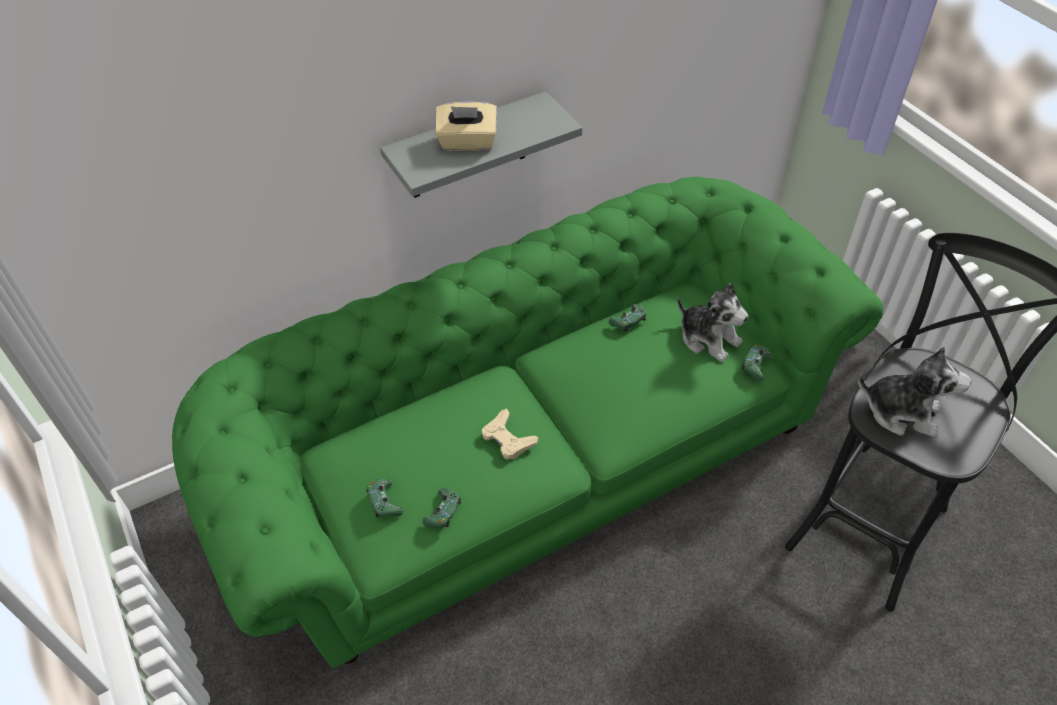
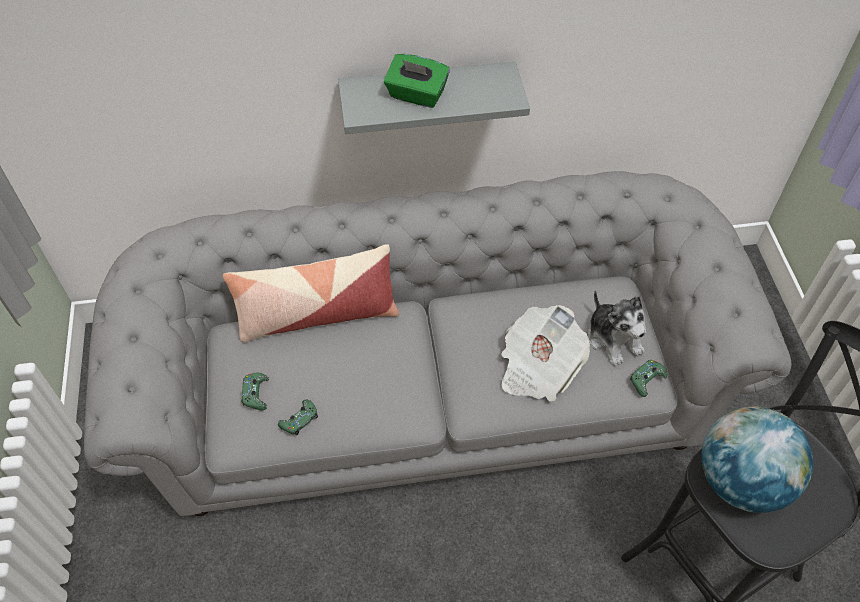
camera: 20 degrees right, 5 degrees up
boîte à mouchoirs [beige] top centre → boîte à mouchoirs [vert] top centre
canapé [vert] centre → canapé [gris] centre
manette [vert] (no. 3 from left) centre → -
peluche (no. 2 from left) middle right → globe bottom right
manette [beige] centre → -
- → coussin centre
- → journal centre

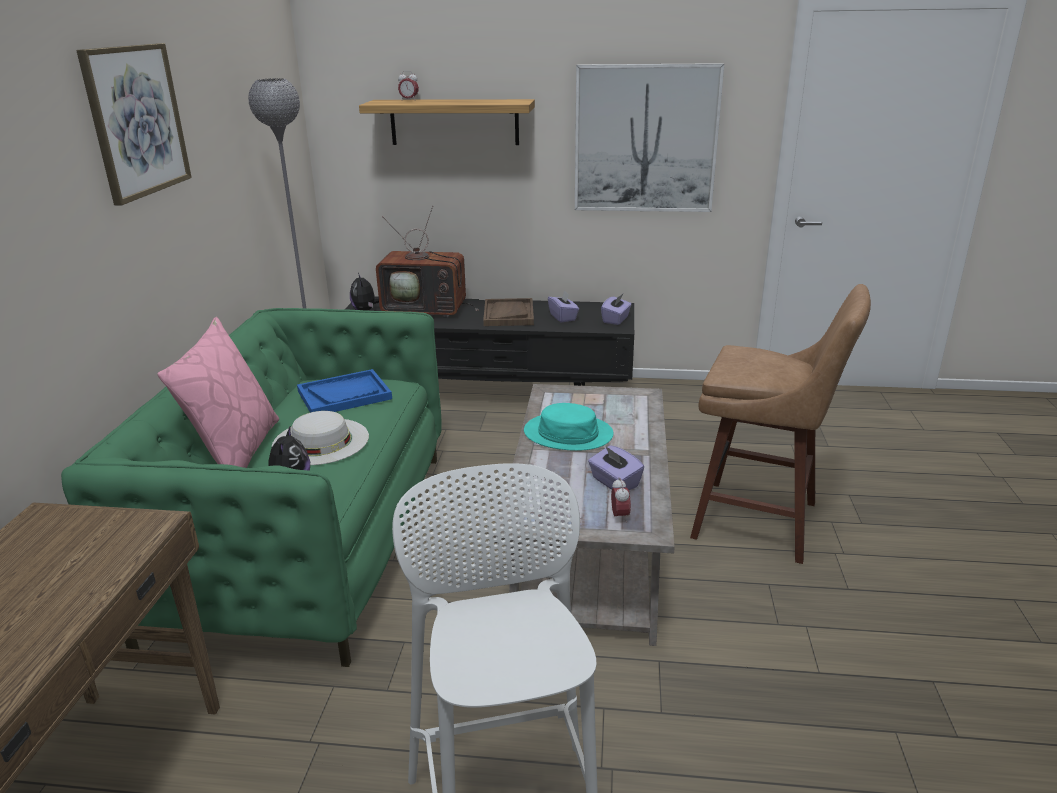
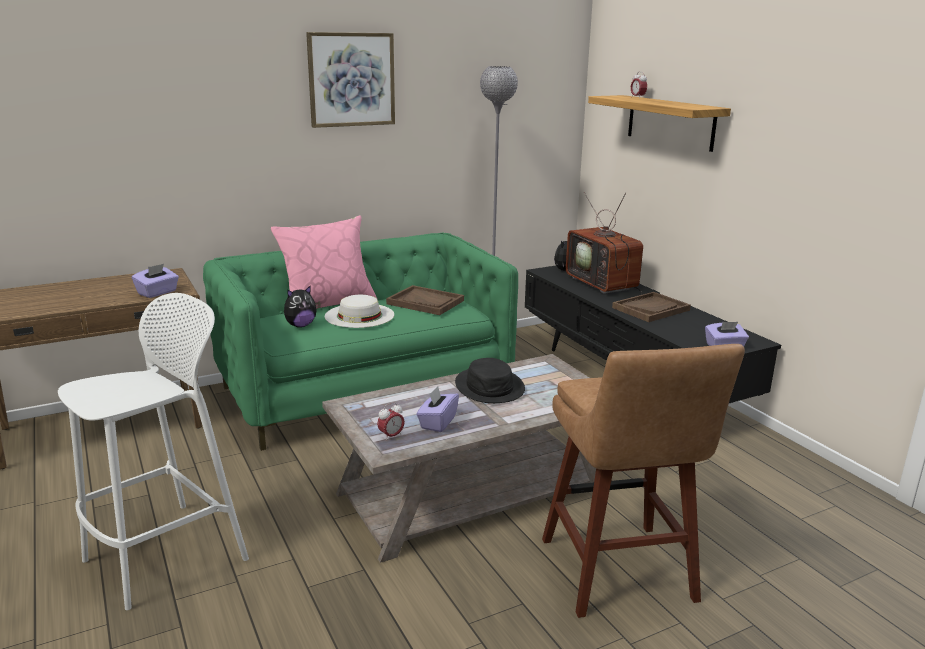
camera: 55 degrees right, 5 degrees down
tableau (no. 2 from left) top centre → -
boîte à mouchoirs [violet] (no. 1 from left) centre → boîte à mouchoirs [violet] (no. 1 from left) middle left, relocated
plateau [bleu] middle left → plateau [marron] (no. 1 from left) centre
chapeau [turquoise] centre → chapeau [noir] centre

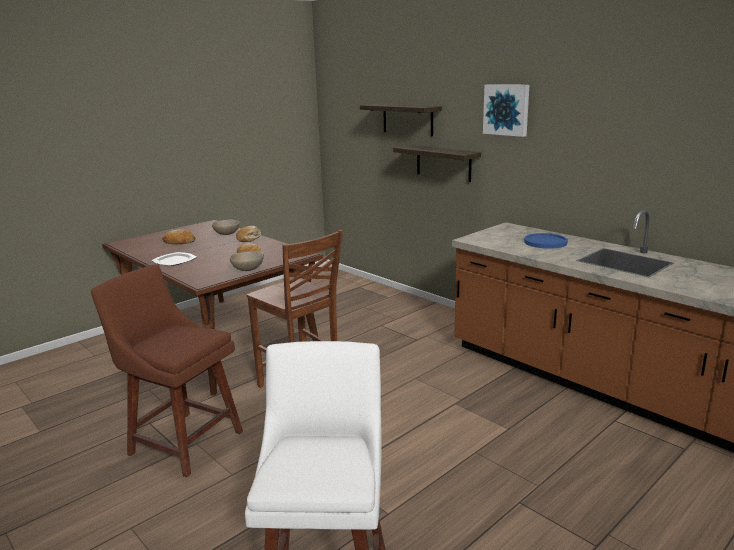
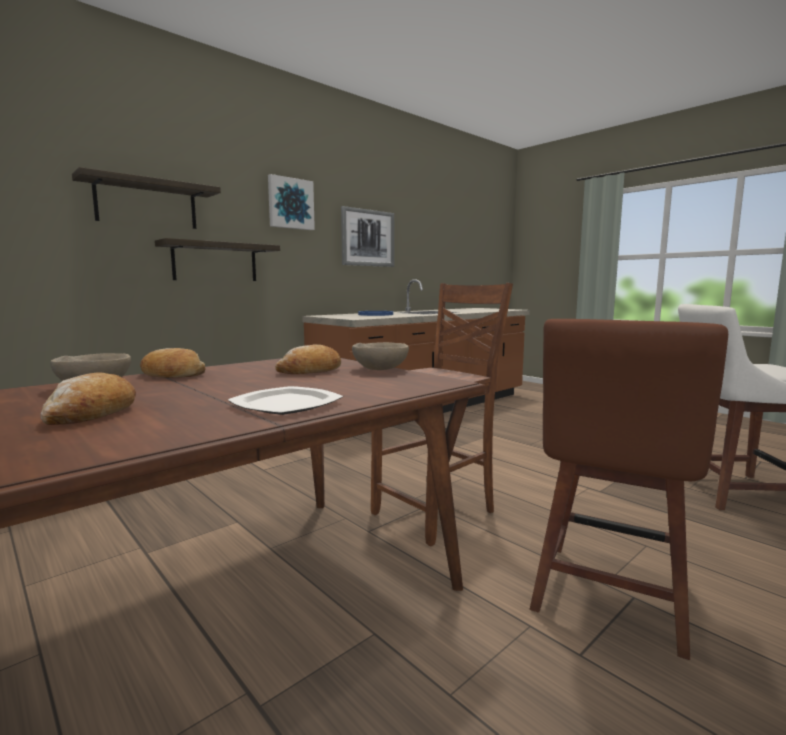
camera: 90 degrees left, 10 degrees down
- → tableau (no. 2 from left) top centre

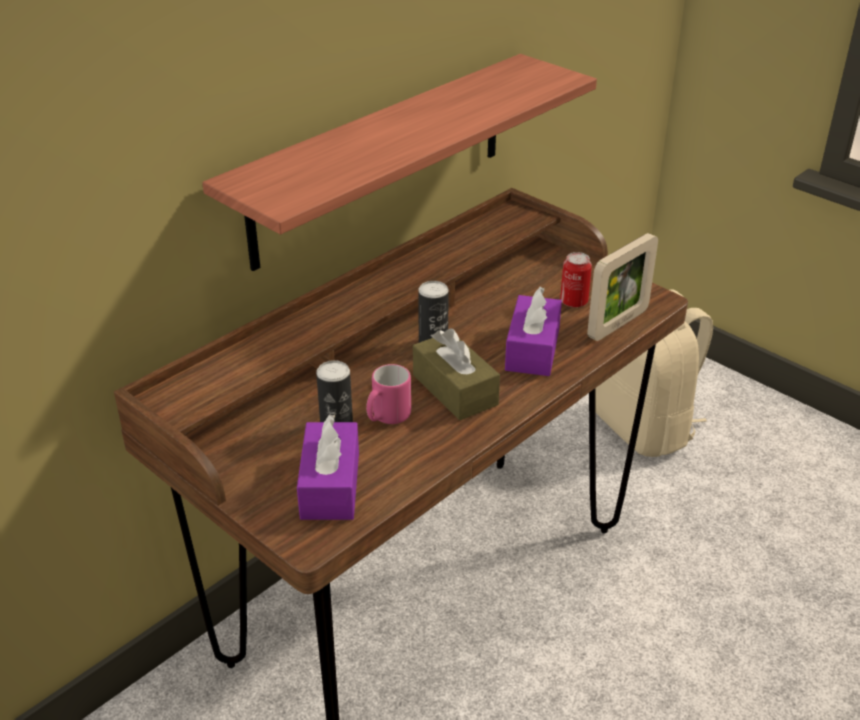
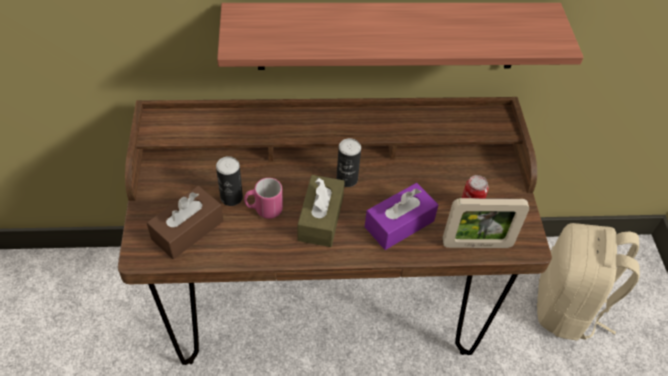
camera: 40 degrees right, 15 degrees up
boîte à mouchoirs [violet] (no. 1 from left) centre → boîte à mouchoirs [marron] (no. 1 from left) middle left

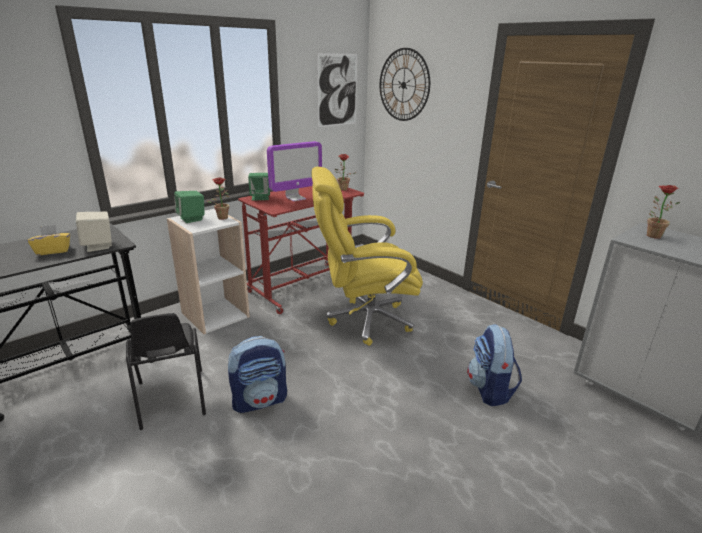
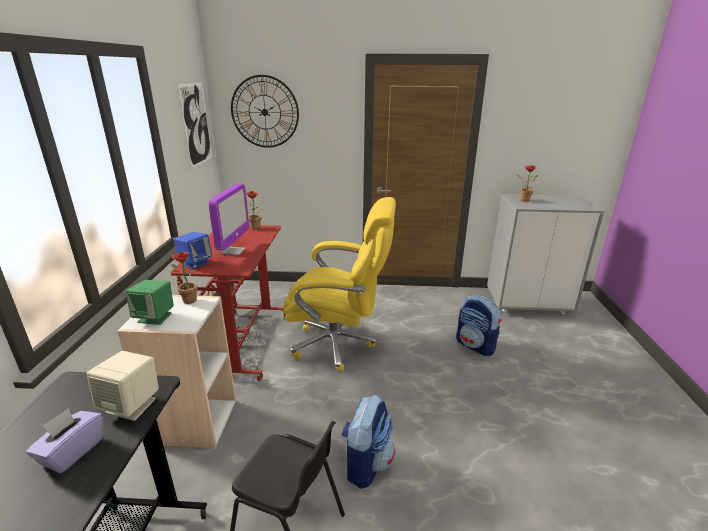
camera: 45 degrees left, 0 degrees up
chaise de bureau [jaune] centre, 120 degrees counterclockwise
enceinte [vert] (no. 2 from left) centre → enceinte [bleu] middle left
boîte à mouchoirs [jaune] middle left → boîte à mouchoirs [violet] bottom left

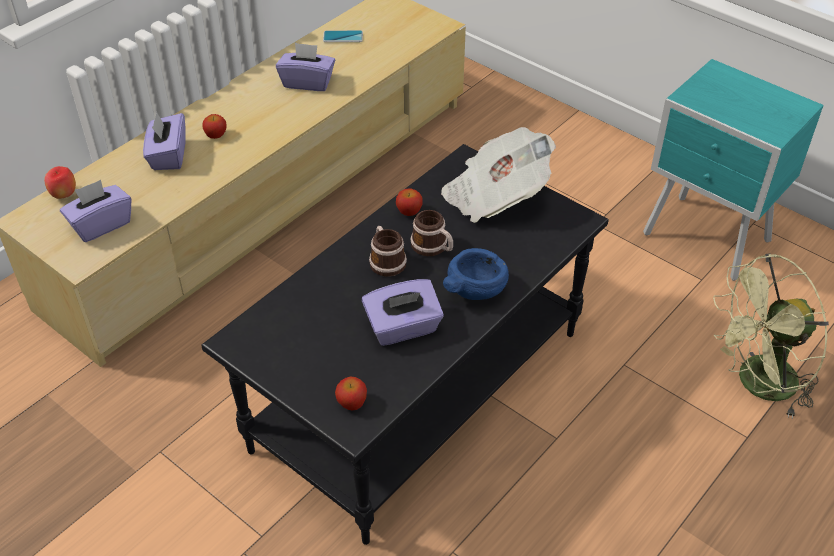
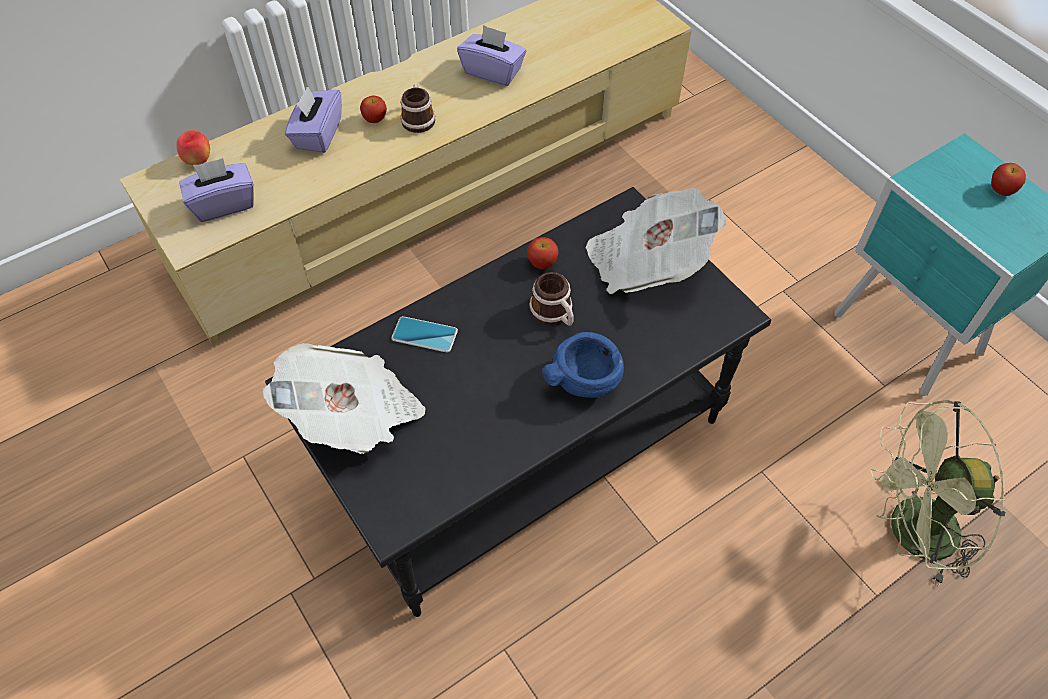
camera: 15 degrees right, 10 degrees up
téléphone top centre → téléphone centre, relocated
mug (no. 1 from left) centre → mug (no. 1 from left) top centre, relocated
boîte à mouchoirs [violet] (no. 4 from left) centre → -
pomme (no. 3 from left in the first image) bottom centre → pomme (no. 4 from left) top right, relocated
- → journal (no. 1 from left) middle left

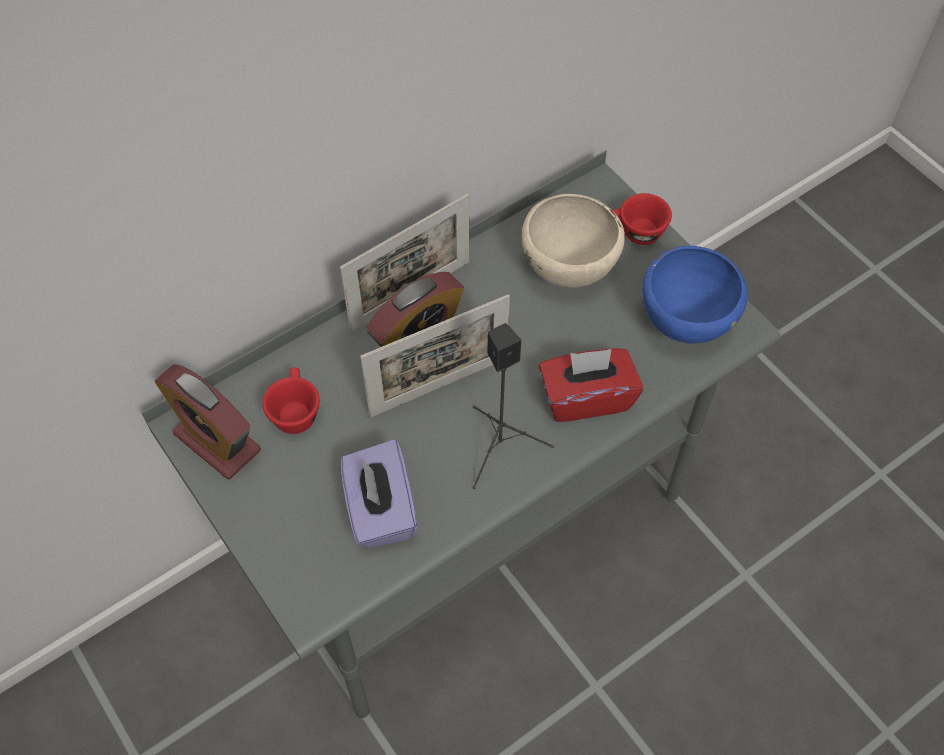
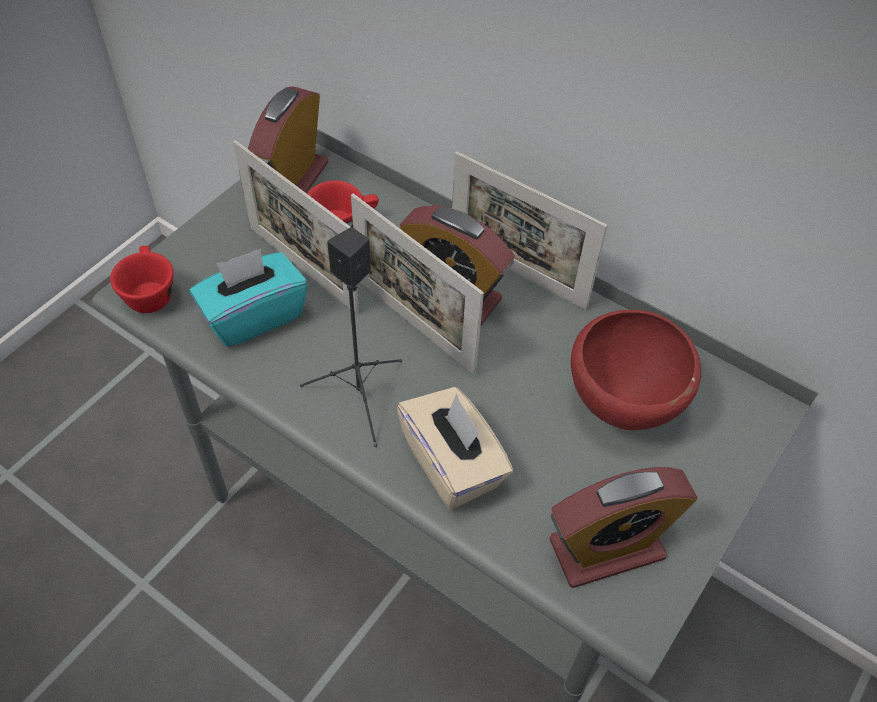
camera: 70 degrees right, 5 degrees down
tasse [rouge] (no. 2 from left in the first image) top right → tasse [rouge] (no. 1 from left) middle left, relocated
bol [beige] top centre → bol [rouge] middle right
bol [bleu] middle right → réveil (no. 3 from left) bottom right
boîte à mouchoirs [rouge] centre → boîte à mouchoirs [beige] centre
boîte à mouchoirs [violet] centre → boîte à mouchoirs [turquoise] middle left
- → cadre photo (no. 1 from left) top centre

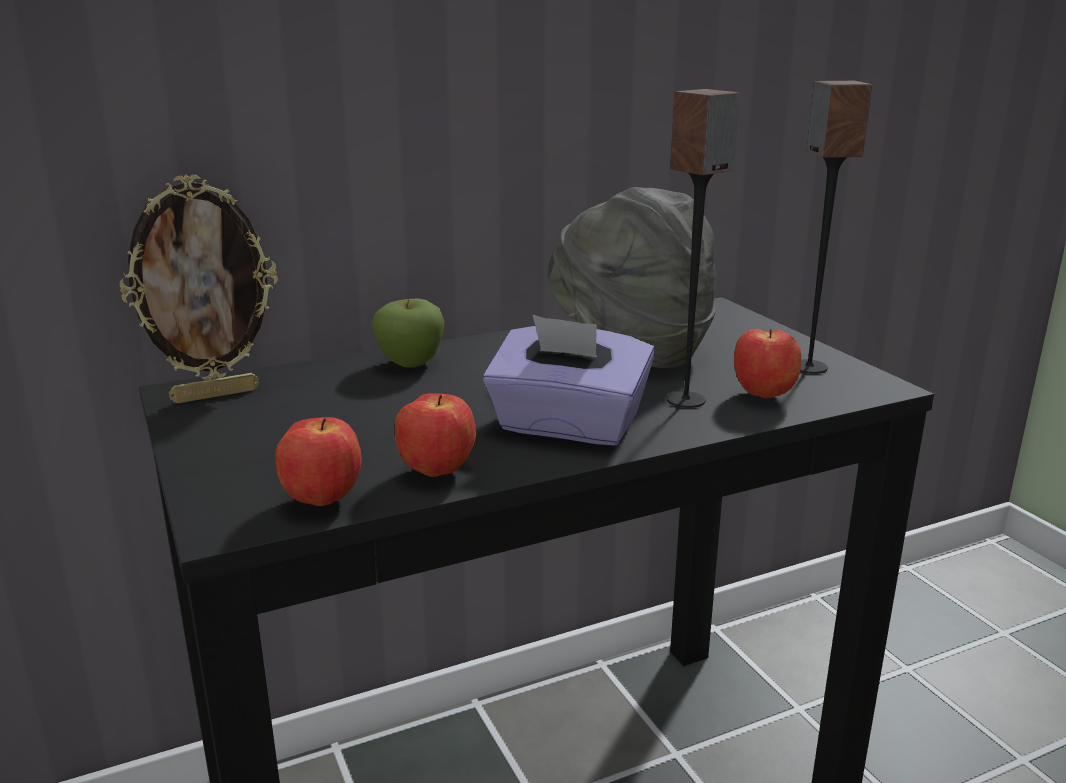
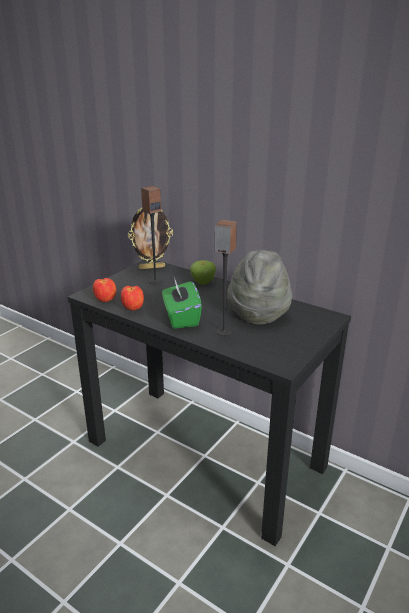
camera: 60 degrees right, 5 degrees up
enceinte (no. 2 from left in the first image) top right → enceinte (no. 1 from left) centre, relocated
cadre photo middle left → cadre photo centre, 45 degrees counterclockwise
boîte à mouchoirs [violet] centre → boîte à mouchoirs [vert] centre
pomme (no. 4 from left) middle right → -

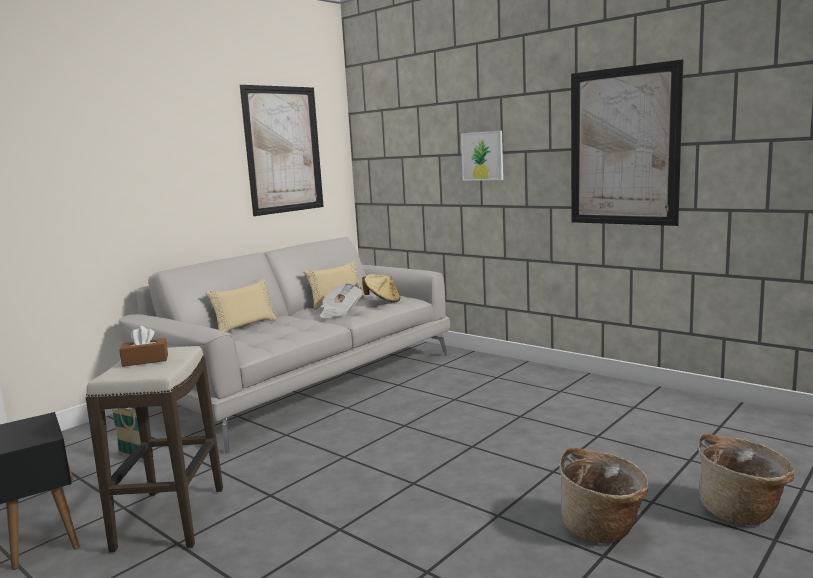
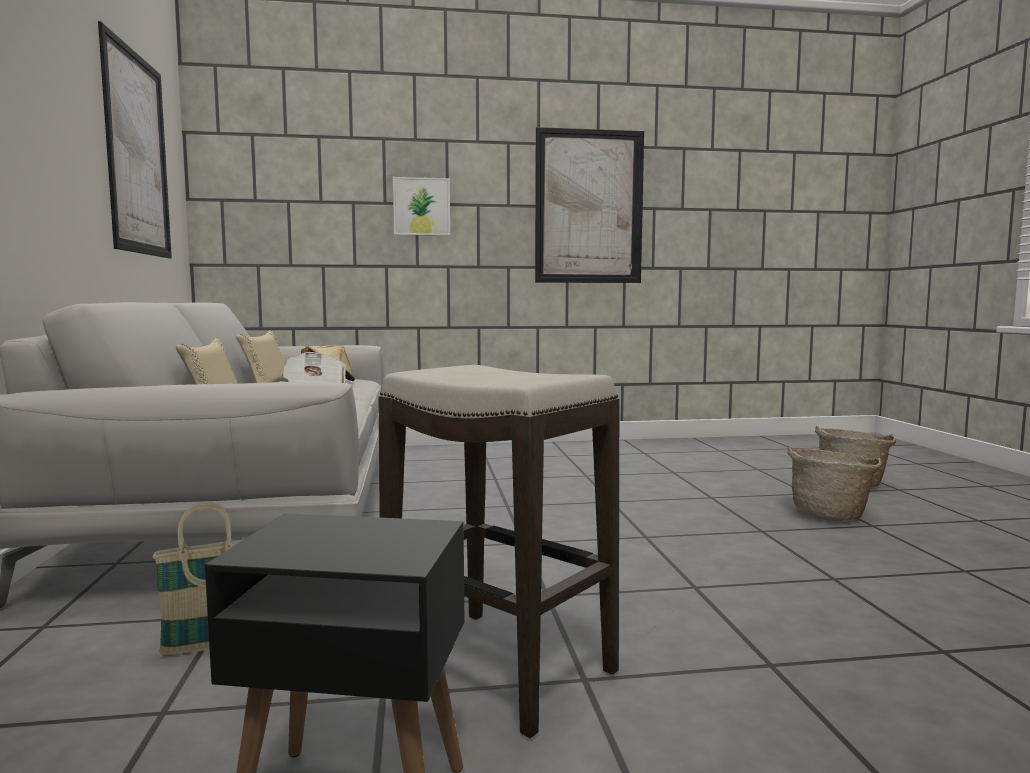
camera: 50 degrees left, 5 degrees down
boîte à mouchoirs [marron] middle left → -

